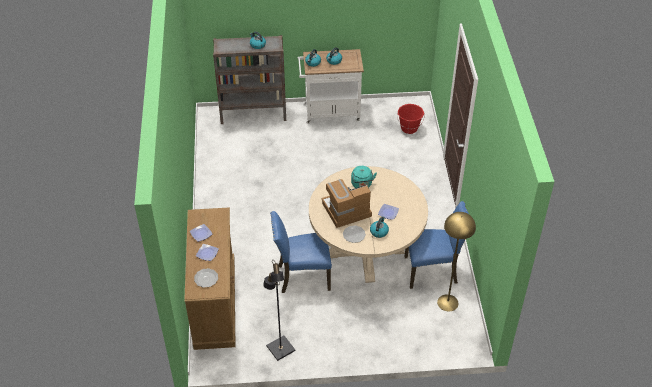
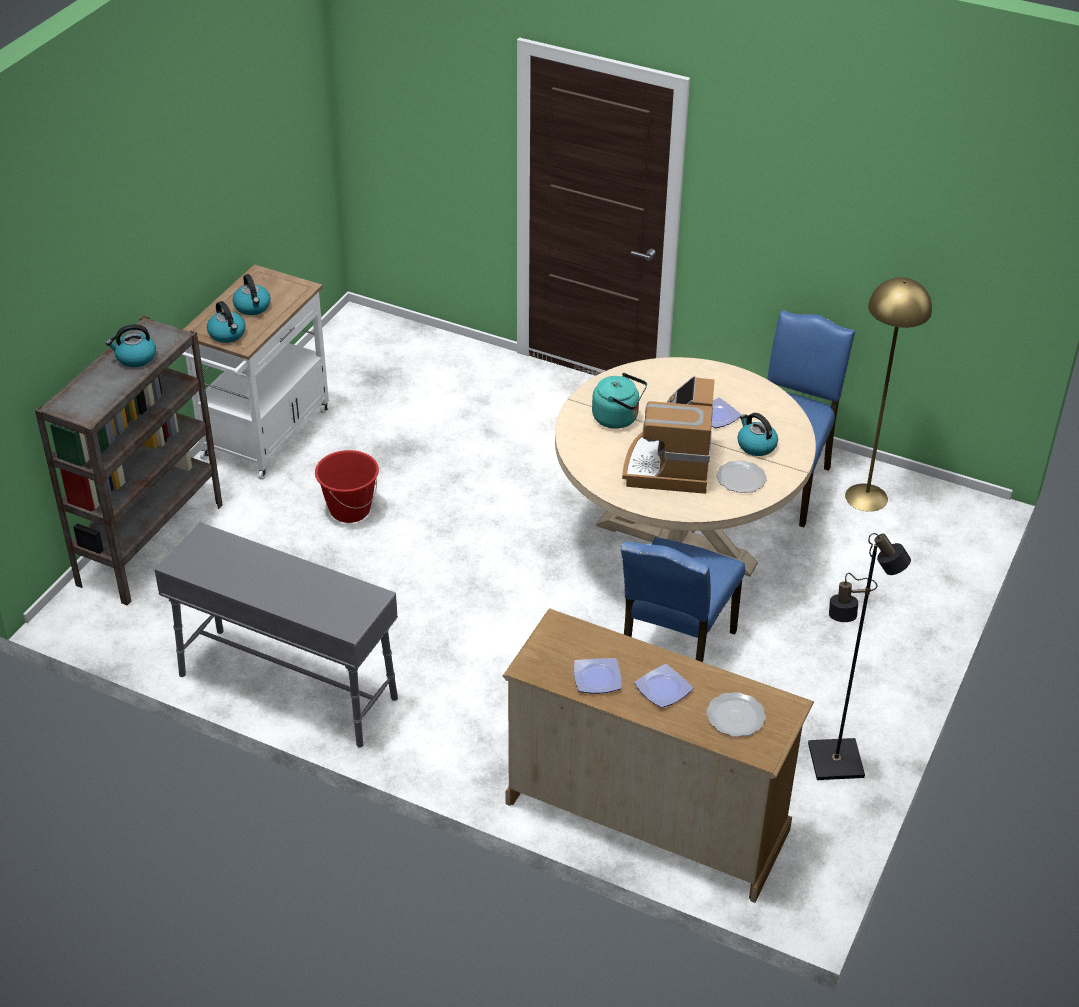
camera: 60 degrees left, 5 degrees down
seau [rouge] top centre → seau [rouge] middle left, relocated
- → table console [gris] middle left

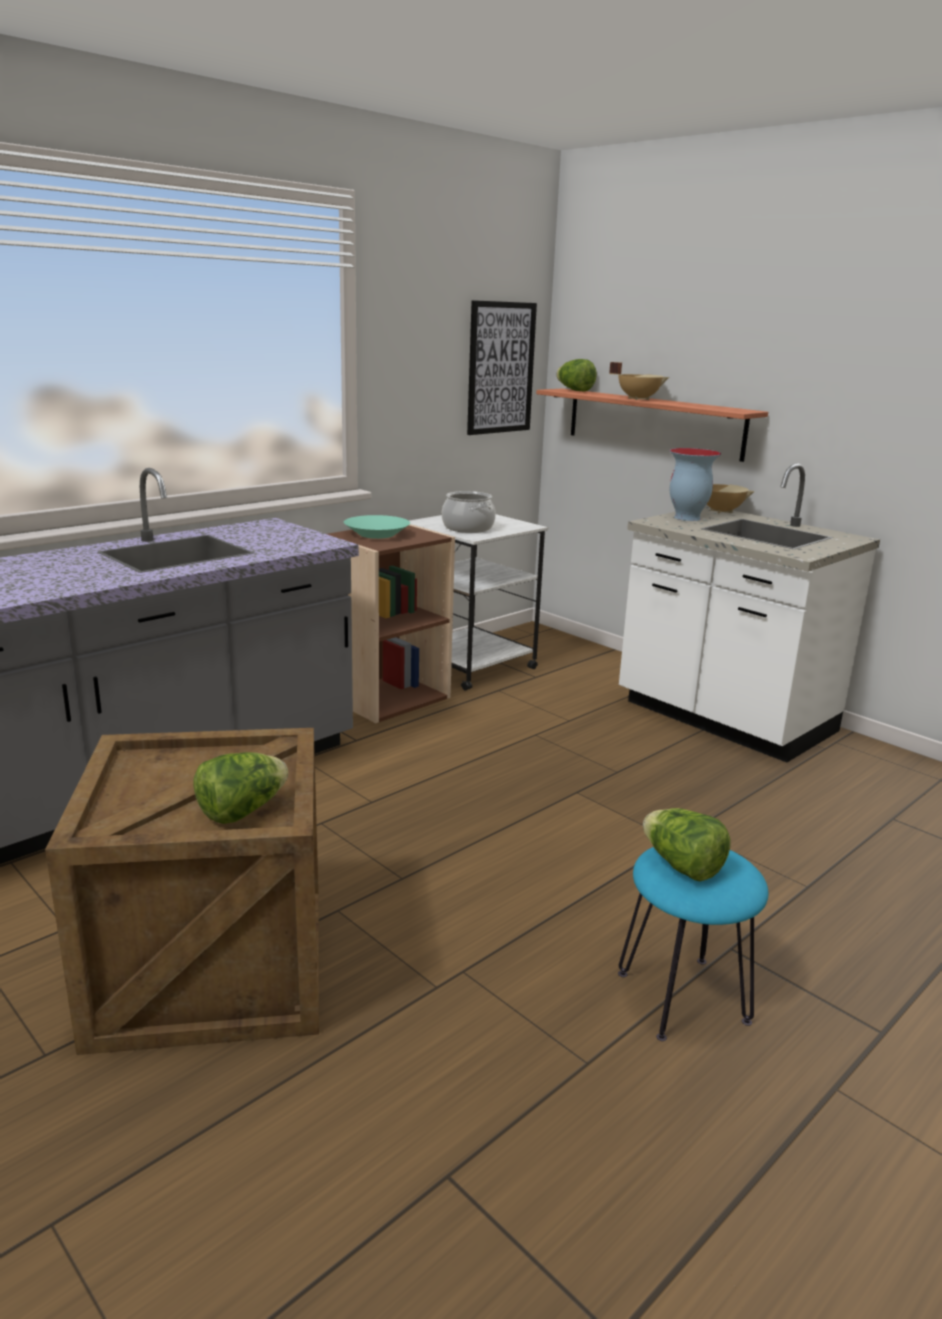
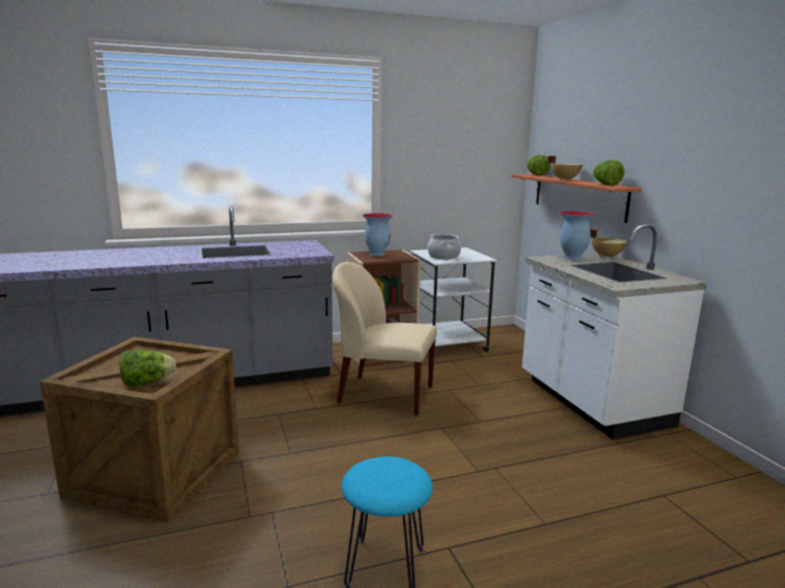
camera: 25 degrees right, 5 degrees down
tableau top centre → -
bol [turquoise] centre → vase (no. 1 from left) centre
laitue (no. 3 from left) middle right → laitue (no. 3 from left) top right, relocated
- → chaise [beige] centre

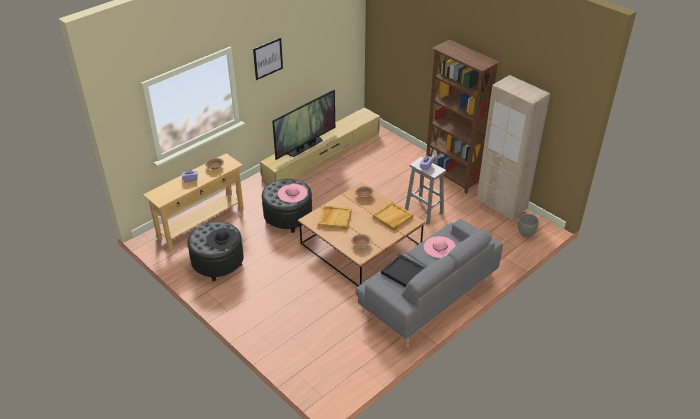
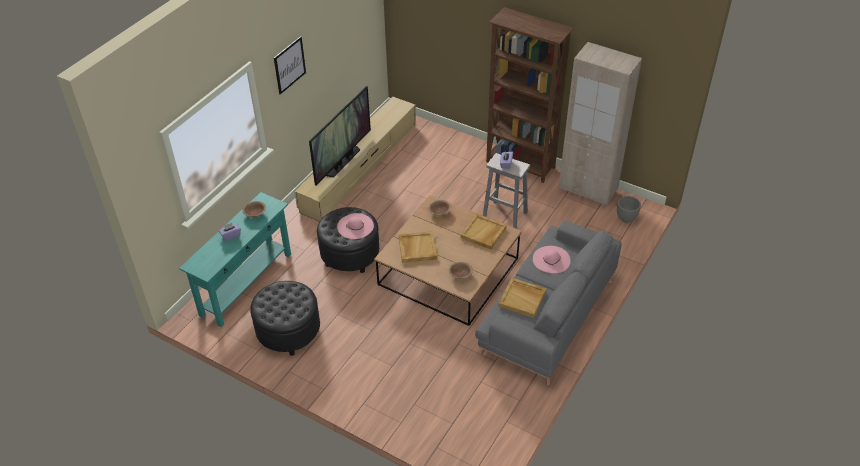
camera: 15 degrees left, 5 degrees up
table console [beige] middle left → table console [turquoise] middle left
chapeau [noir] middle left → -
plateau [noir] centre → plateau [beige] (no. 3 from left) centre

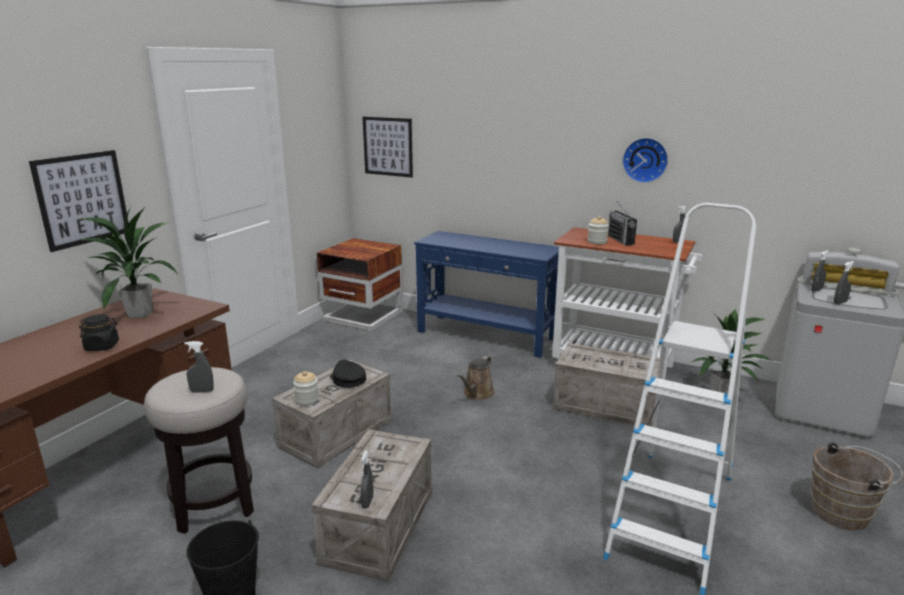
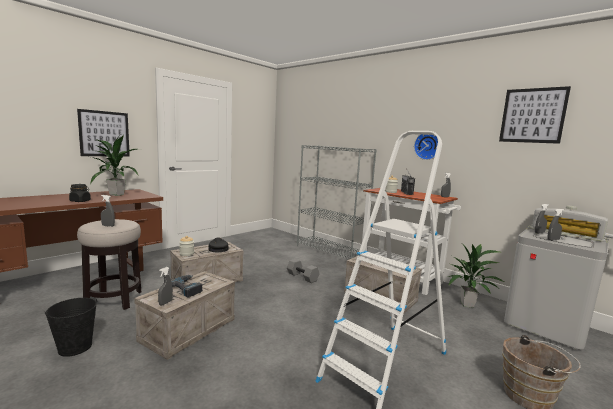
camera: 15 degrees right, 10 degrees down
tableau (no. 2 from left) top centre → tableau (no. 2 from left) top right, relocated
table console [bleu] centre → bibliothèque [gris] centre
table de chevet centre → -
arrosoir [marron] centre → haltère [gris] centre
- → perceuse bottom left

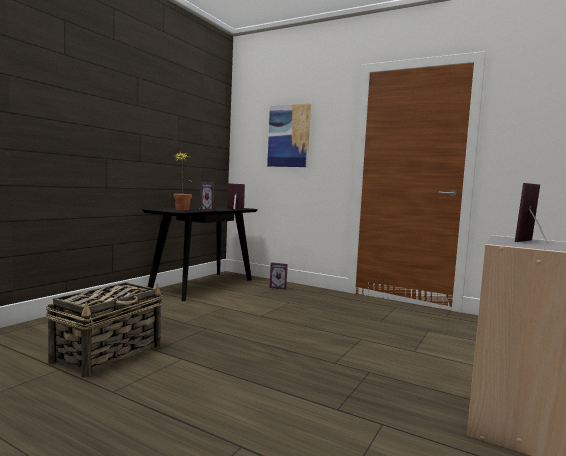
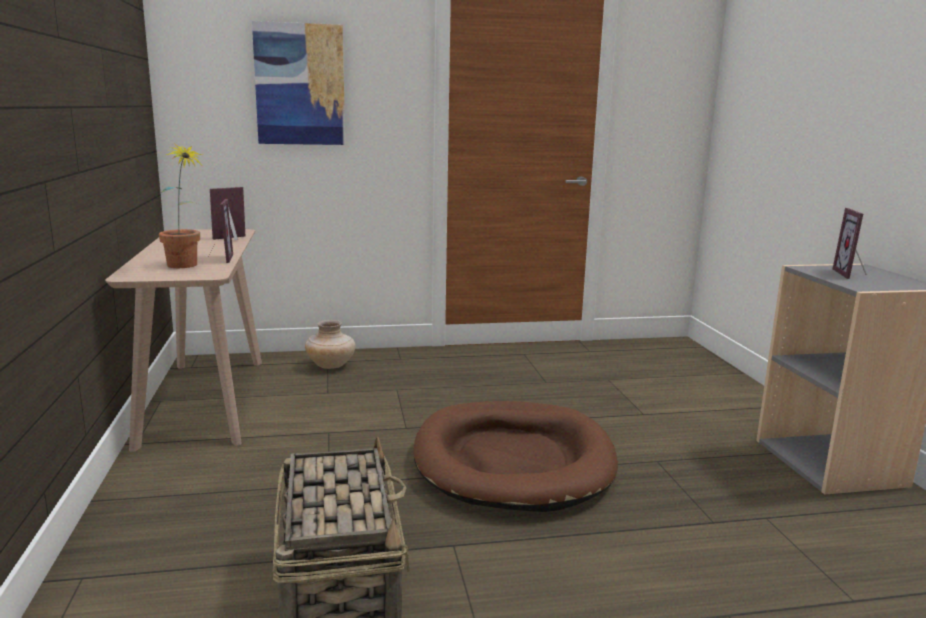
camera: 40 degrees left, 10 degrees up
table console [noir] centre → table console [beige] middle left
cadre photo (no. 3 from left) centre → vase [beige] centre
- → panier pour chien [marron] bottom centre

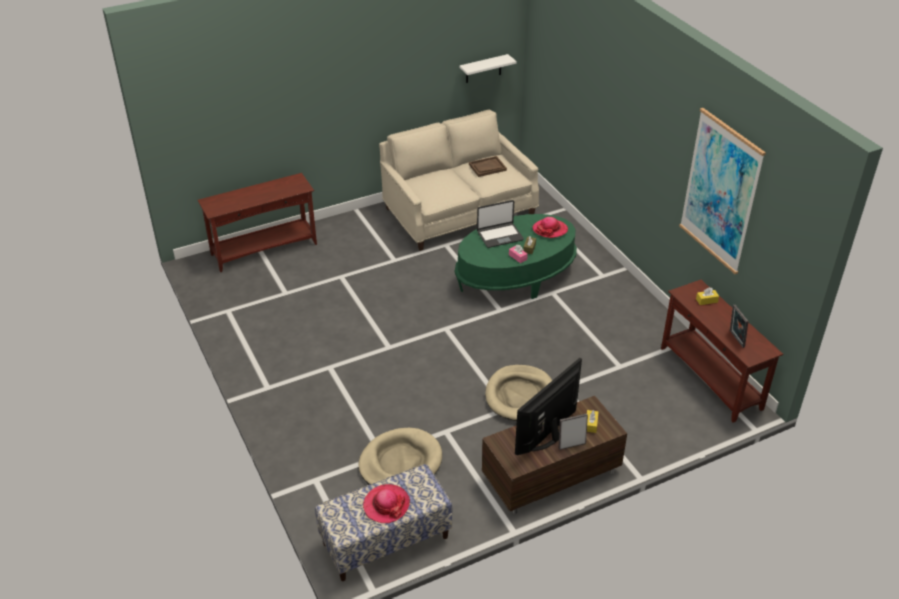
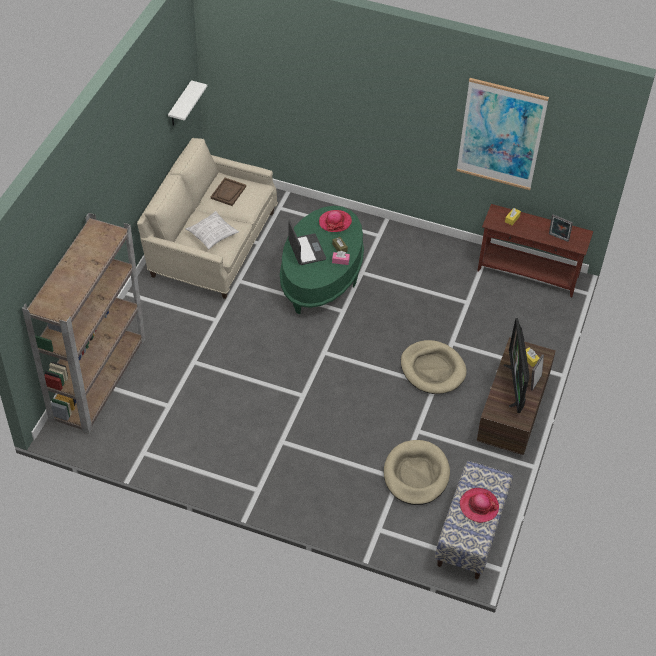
camera: 45 degrees left, 10 degrees up
table console [marron] (no. 1 from left) middle left → bibliothèque [marron] middle left
ordinateur portable centre, 45 degrees counterclockwise
- → coussin middle left

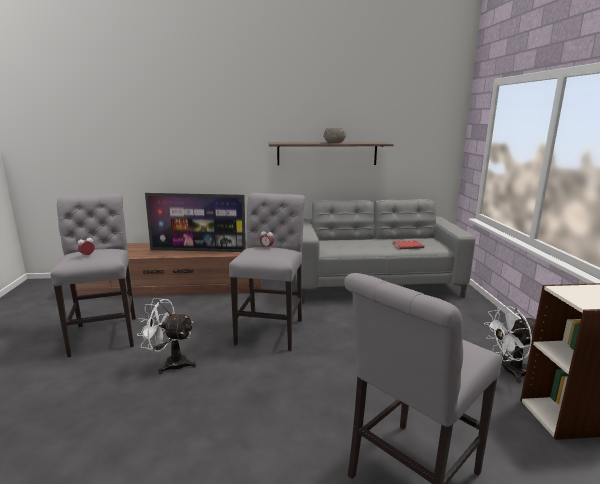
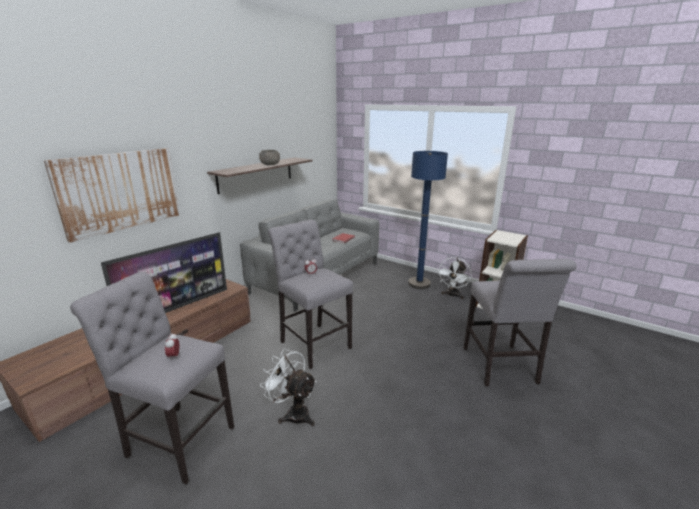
camera: 50 degrees left, 5 degrees up
ventilateur [blanc] (no. 1 from left) bottom left → ventilateur [blanc] (no. 1 from left) bottom centre, 75 degrees clockwise
- → tableau middle left
- → lampadaire [bleu] centre

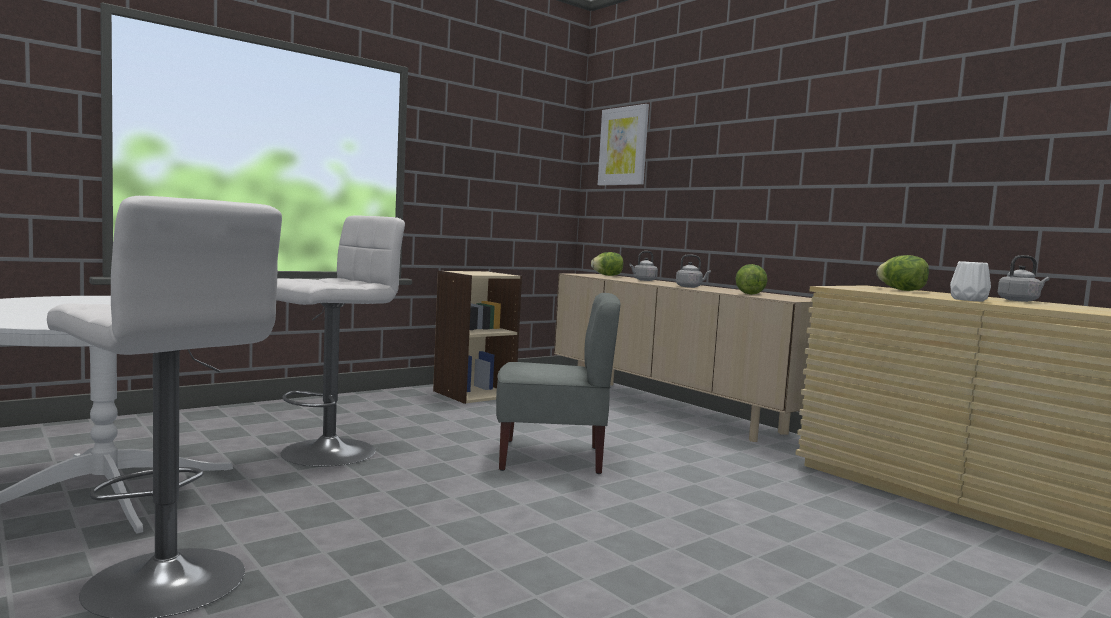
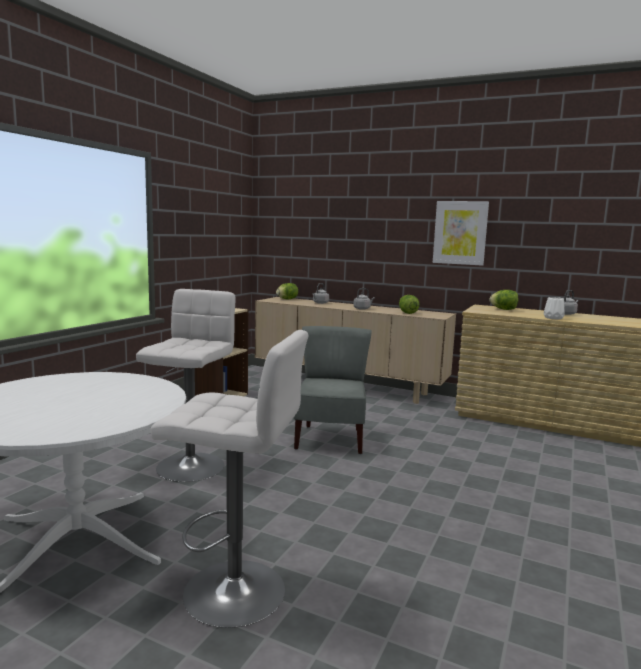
camera: 25 degrees left, 5 degrees up
tableau top centre → tableau middle right, relocated
chaise [gris] centre, 60 degrees counterclockwise

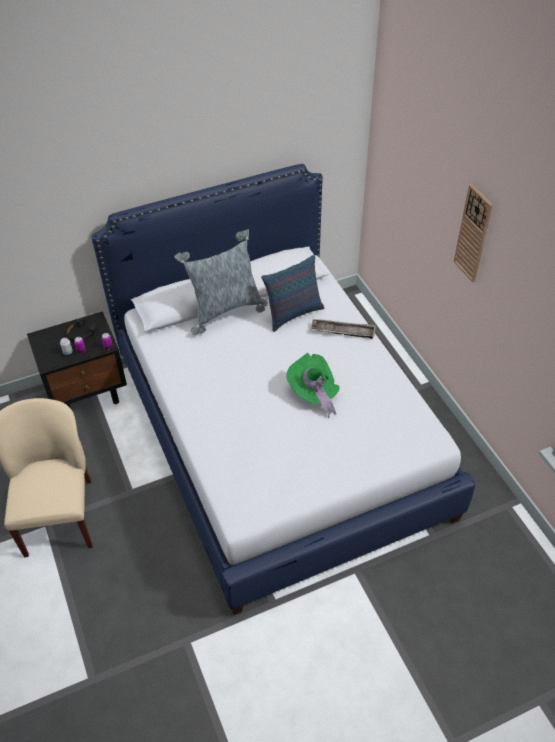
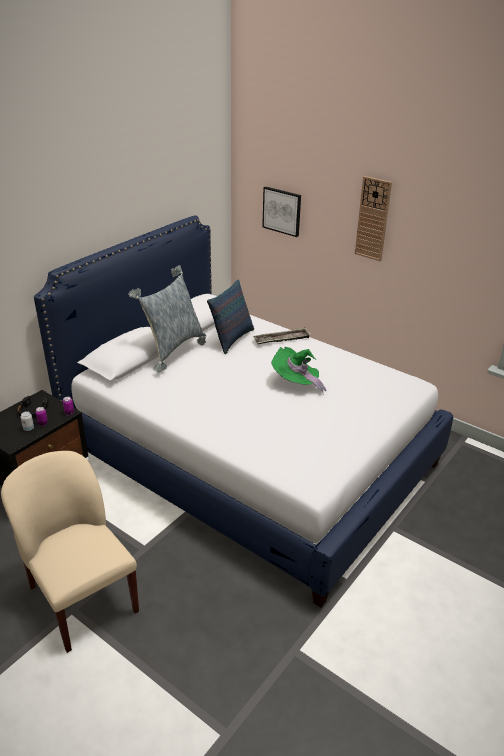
camera: 30 degrees left, 15 degrees down
- → tableau top centre

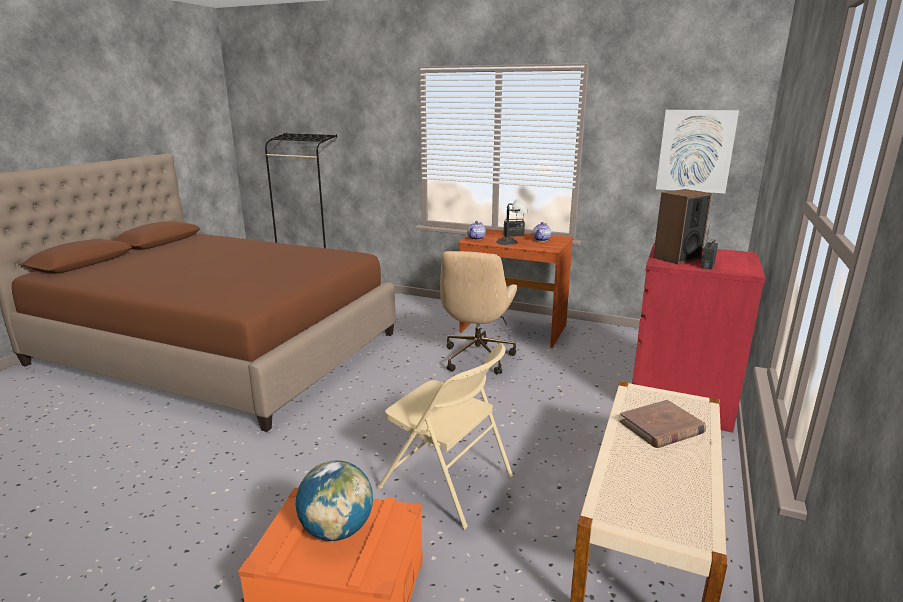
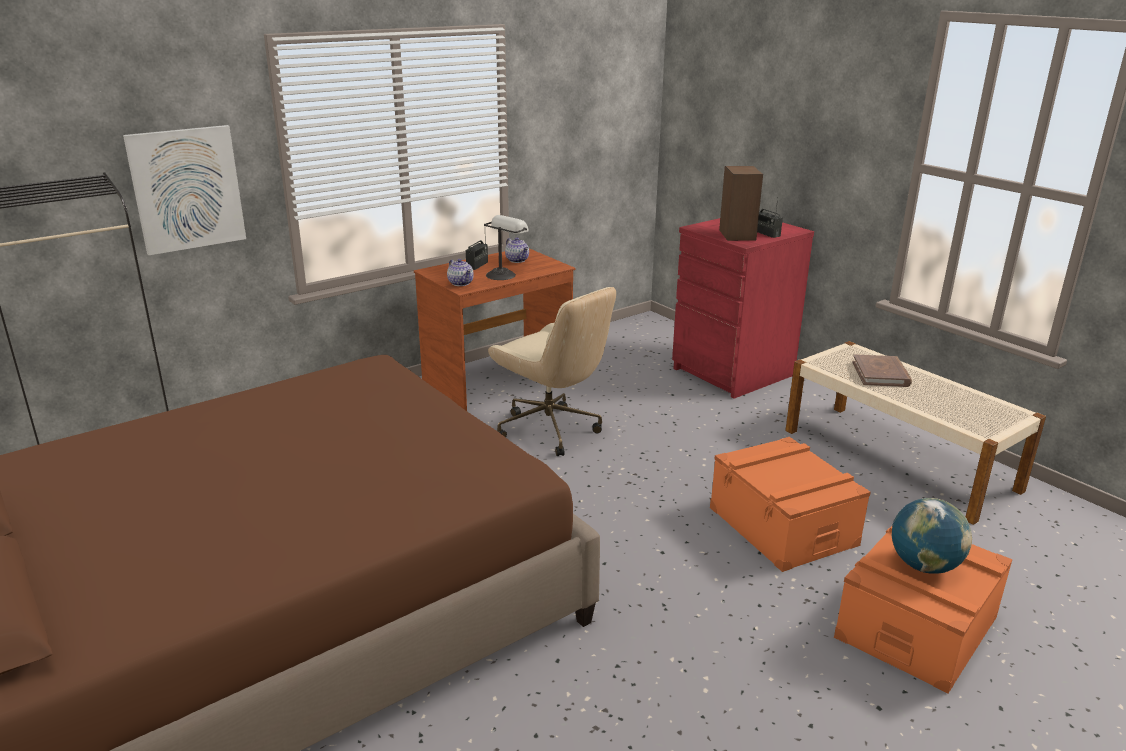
camera: 60 degrees left, 5 degrees up
tableau top right → tableau top left, relocated
chaise [beige] bottom centre → boîte de rangement [orange] (no. 1 from left) bottom right

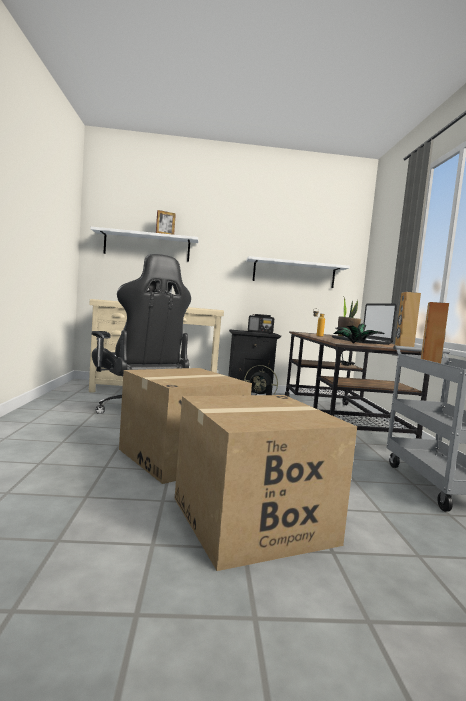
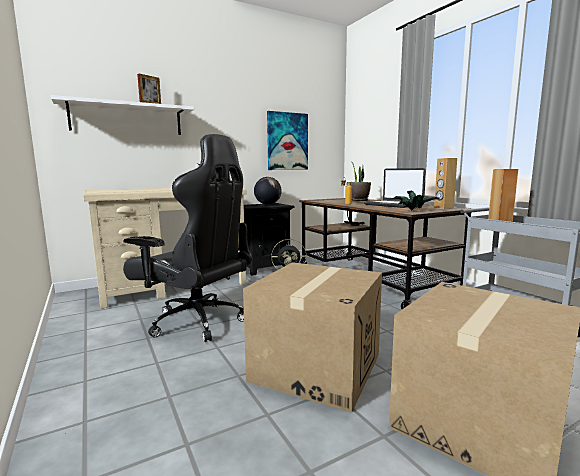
camera: 25 degrees left, 5 degrees up
étagère [blanc] (no. 2 from left) centre → tableau top centre
radio centre → globe centre

